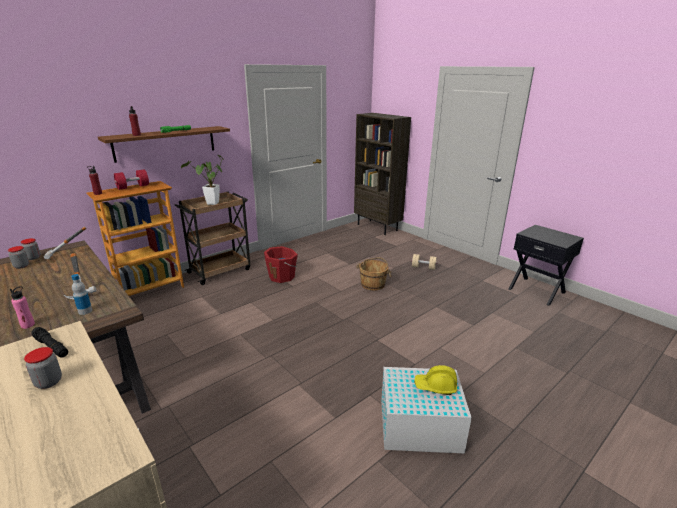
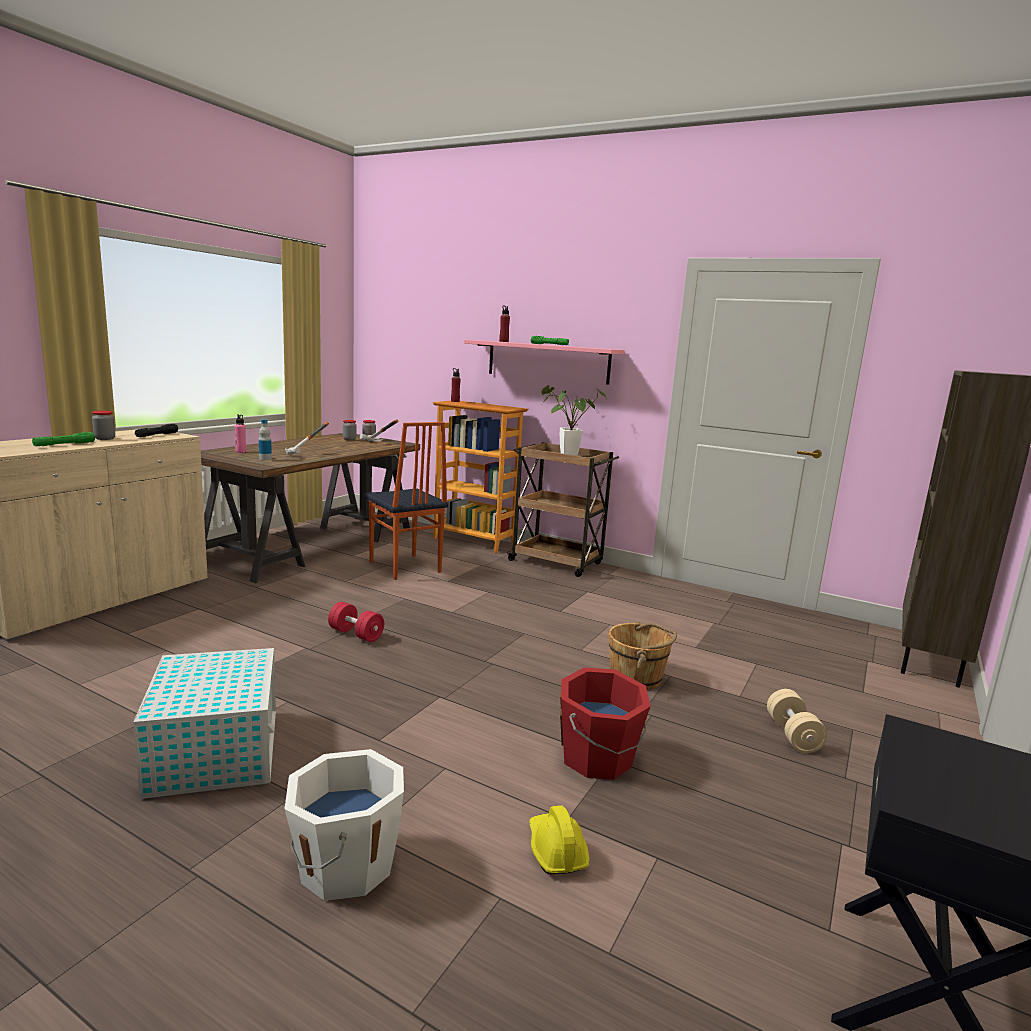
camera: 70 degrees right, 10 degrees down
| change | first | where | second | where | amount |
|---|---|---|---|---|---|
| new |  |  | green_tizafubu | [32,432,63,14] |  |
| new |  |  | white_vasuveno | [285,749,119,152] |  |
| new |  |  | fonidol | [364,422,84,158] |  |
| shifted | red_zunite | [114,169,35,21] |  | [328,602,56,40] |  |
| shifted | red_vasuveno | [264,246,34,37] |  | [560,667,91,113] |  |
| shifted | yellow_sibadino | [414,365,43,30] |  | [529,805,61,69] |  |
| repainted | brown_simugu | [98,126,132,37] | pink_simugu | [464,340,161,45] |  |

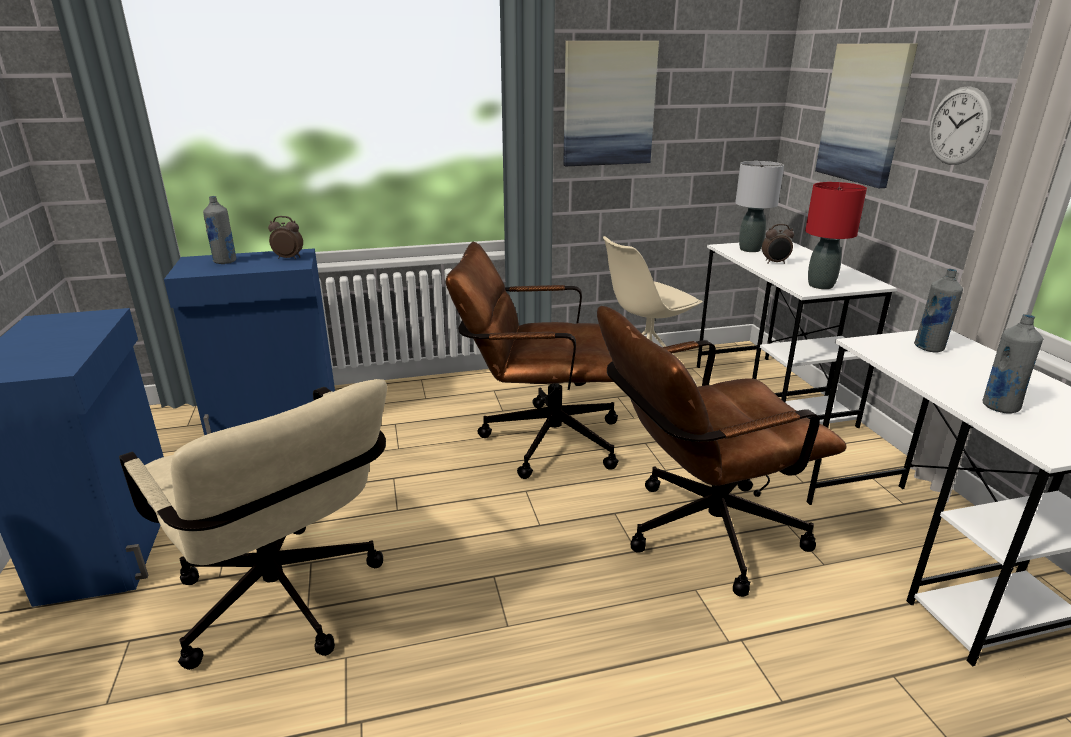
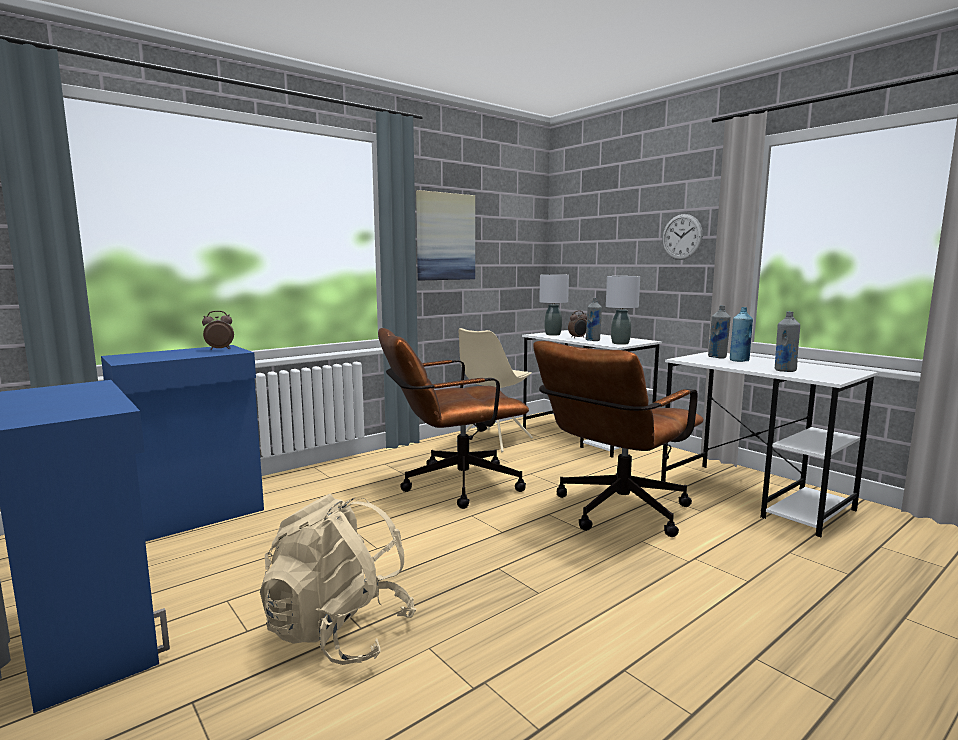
camera: 25 degrees left, 15 degrees down
| change | first | where | second | where | amount |
|---|---|---|---|---|---|
| gone | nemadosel | [815,43,103,145] |  |  |  |
| new |  |  | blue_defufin | [730,307,23,55] |  |
| shifted | grey_defufin | [203,196,33,68] |  | [586,298,16,43] |  |
| swapped | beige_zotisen | [119,379,268,291] | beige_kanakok | [260,494,156,171] |  |
| repainted | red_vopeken | [805,182,62,107] | grey_vopeken | [606,276,34,69] |  |

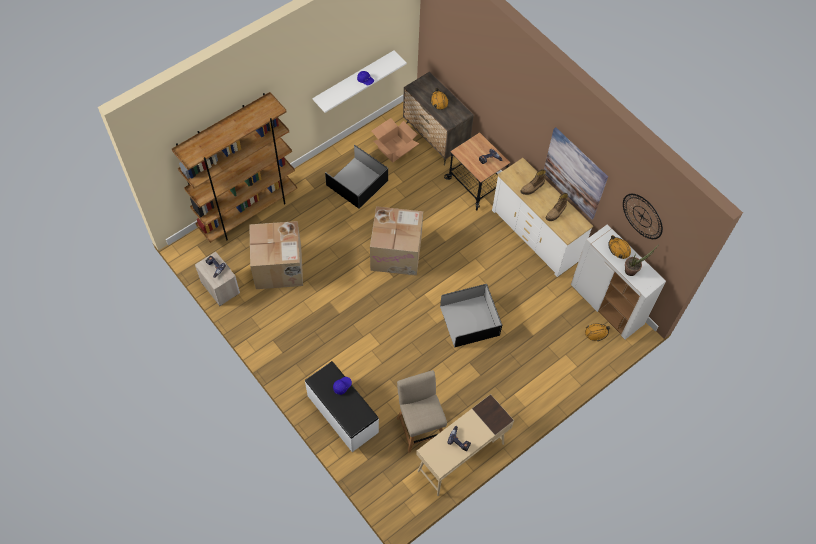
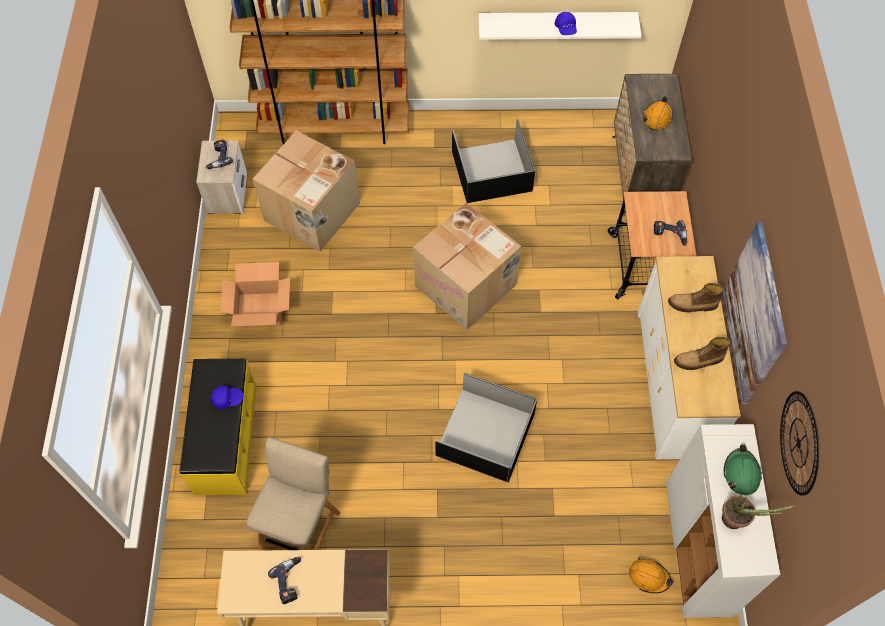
camera: 40 degrees right, 0 degrees up
| change | first | where | second | where | amount |
|---|---|---|---|---|---|
| shifted | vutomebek | [372,118,47,44] |  | [220,262,70,65] |  |
| repainted | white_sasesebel | [305,361,74,91] | yellow_sasesebel | [179,358,78,137] |  |
| repainted | orange_sibadino | [608,235,23,24] | green_sibadino | [724,444,38,51] |  |

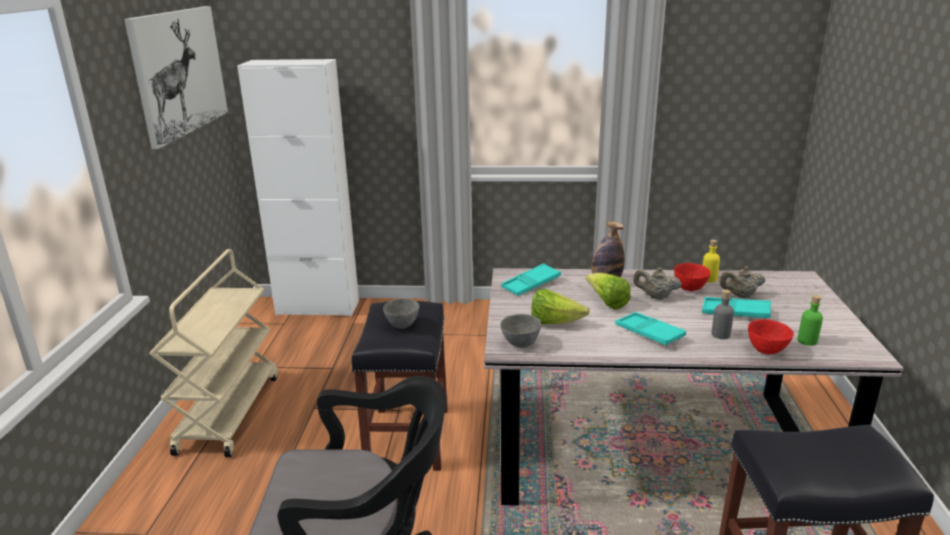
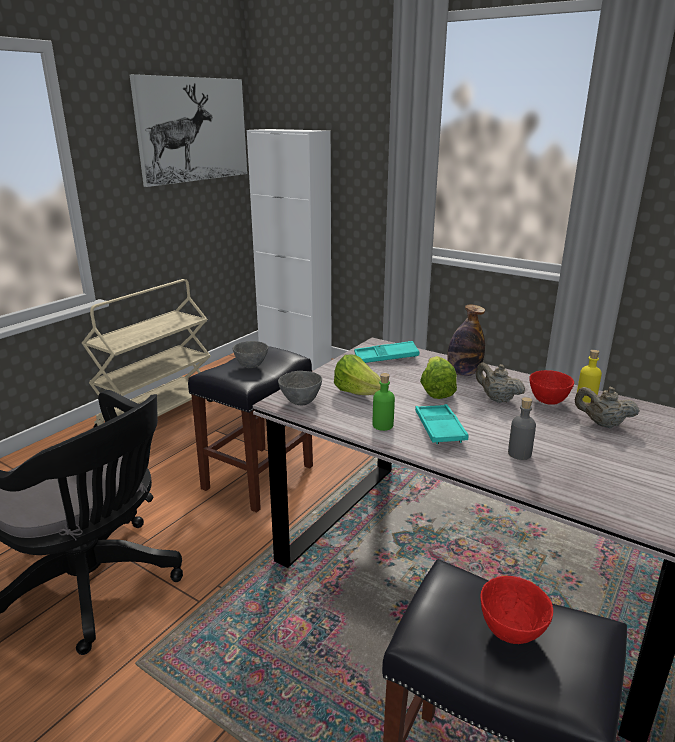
camera: 30 degrees right, 0 degrees up
| change | first | where | second | where | amount |
|---|---|---|---|---|---|
| gone | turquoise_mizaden | [702,297,69,22] |  |  |  |
| shifted | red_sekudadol | [748,319,46,35] |  | [480,576,73,68] |  |
| shifted | green_defufin | [797,295,26,51] |  | [373,373,22,58] |  |

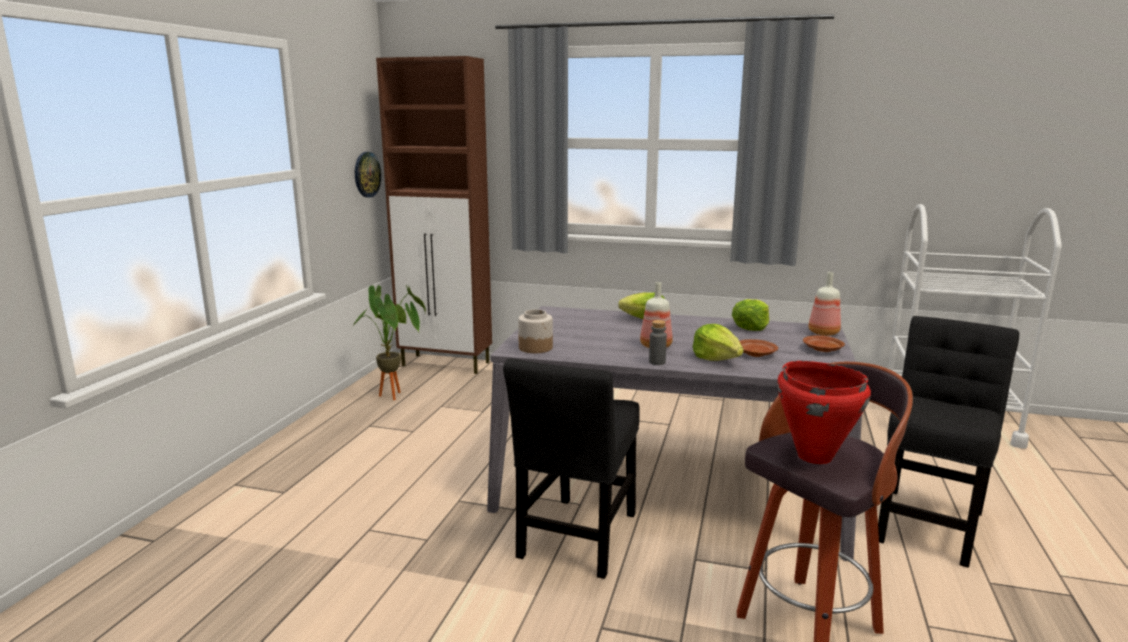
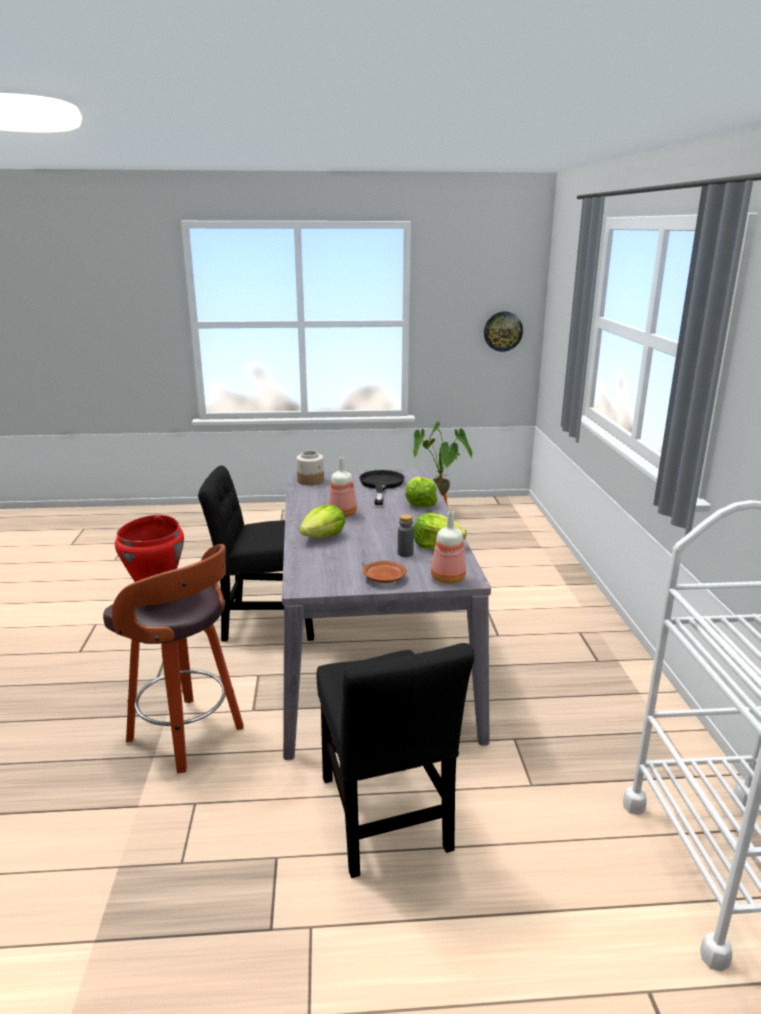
camera: 70 degrees right, 5 degrees up
| change | first | where | second | where | amount |
|---|---|---|---|---|---|
| gone | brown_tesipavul | [376,56,116,318] |  |  |  |
| gone | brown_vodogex | [739,339,39,18] |  |  |  |
| new |  |  | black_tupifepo | [359,470,46,35] |  |
| shifted | grey_defufin | [649,320,18,45] |  | [398,514,16,43] |  |
| rotated | black_fonidol | [878,316,141,252] |  | [316,643,158,235] | 60 degrees clockwise |

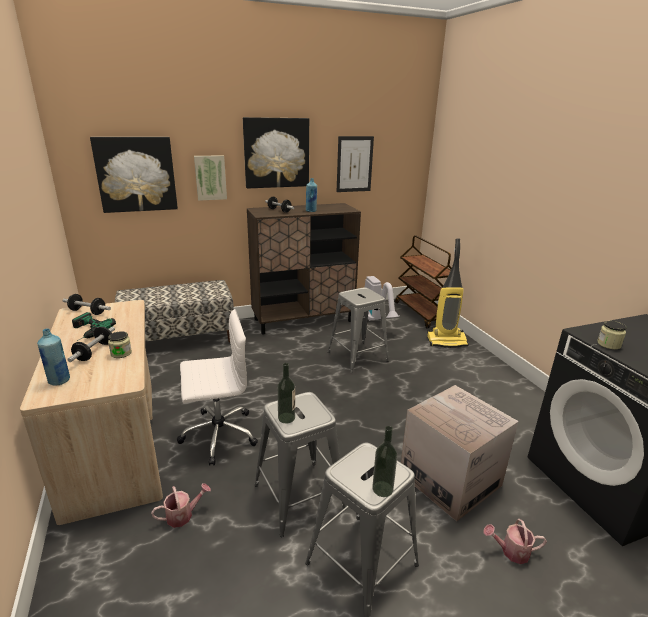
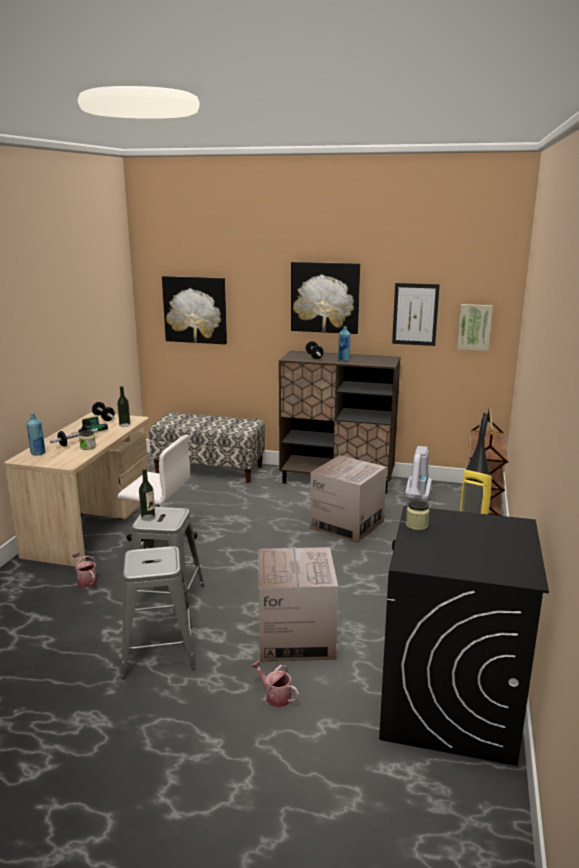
camera: 35 degrees right, 5 degrees down
| change | first | where | second | where | amount |
|---|---|---|---|---|---|
| shifted | nemadosel | [194,155,33,46] |  | [457,304,36,47] |  |
| shifted | defufin | [372,426,25,71] |  | [117,386,13,41] |  |
| swapped | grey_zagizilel | [328,287,61,86] | vutomebek | [310,455,77,88] |  |
| rotated | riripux | [151,483,60,45] |  | [72,552,25,35] | 135 degrees counterclockwise |

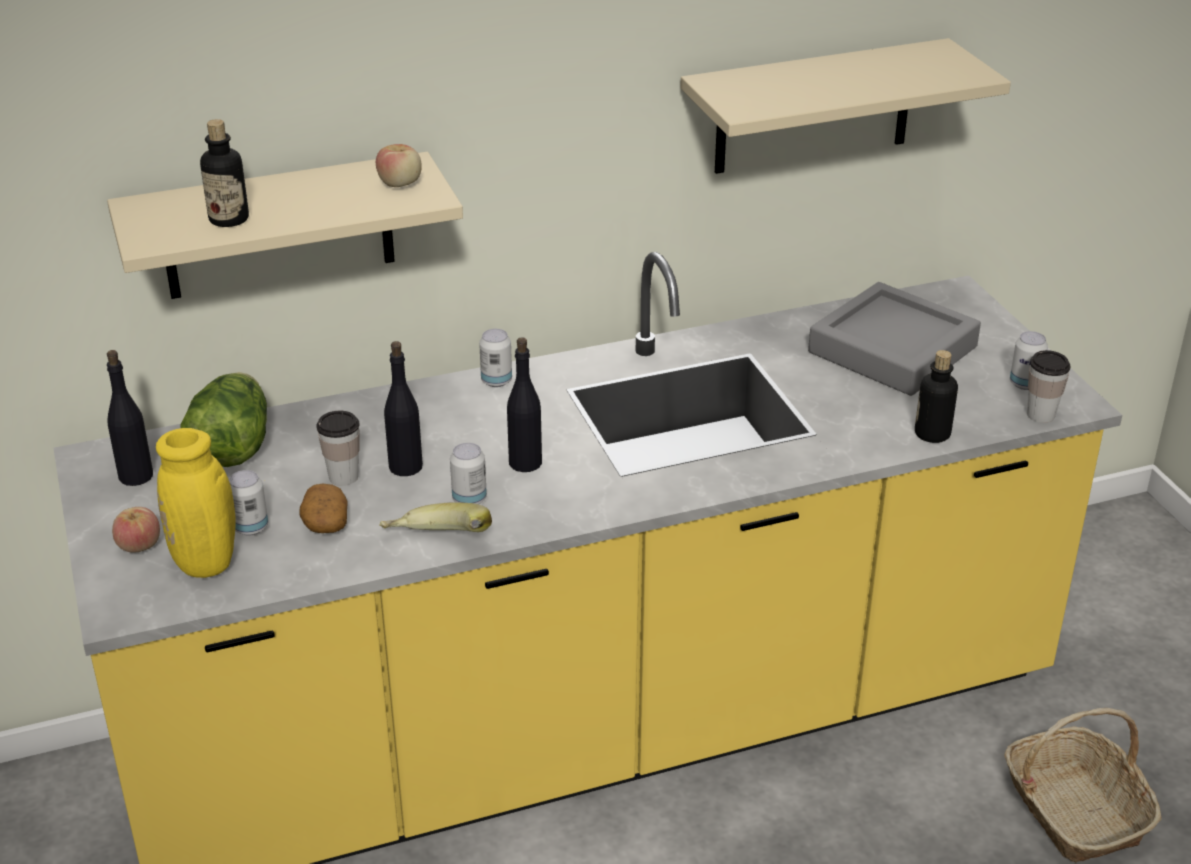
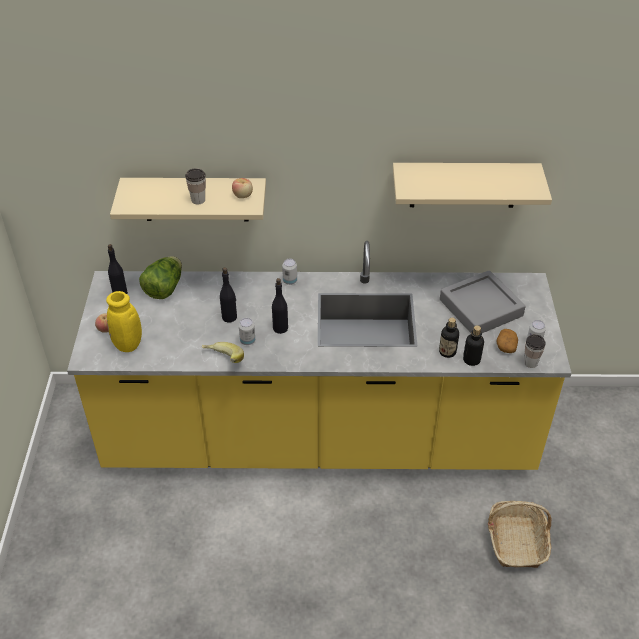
camera: 20 degrees right, 10 degrees up
| change | first | where | second | where | amount |
|---|---|---|---|---|---|
| gone | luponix | [229,470,39,66] |  |  |  |
| shifted | defufin | [200,119,49,108] |  | [439,318,20,40] |  |
| shifted | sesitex | [300,484,48,49] |  | [496,329,22,24] |  |
| shifted | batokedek | [316,411,44,75] |  | [185,169,21,36] |  |

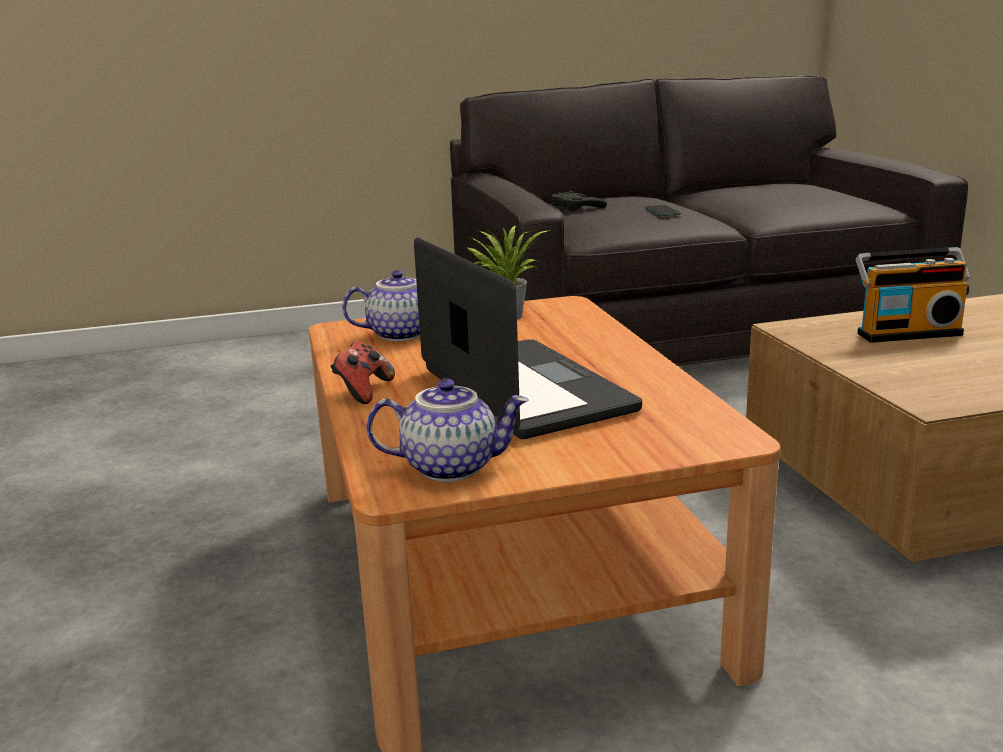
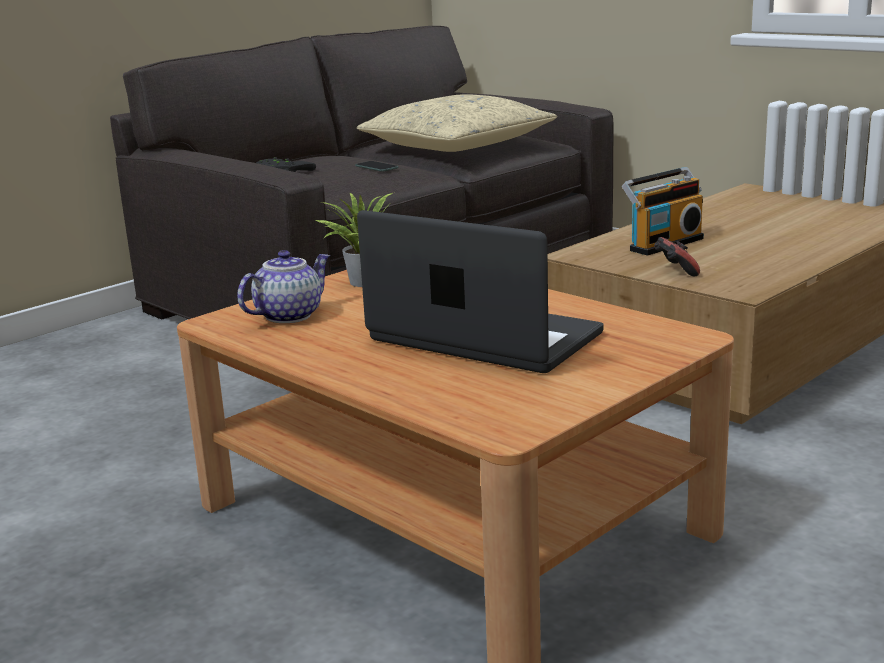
camera: 30 degrees left, 0 degrees up
| change | first | where | second | where | amount |
|---|---|---|---|---|---|
| gone | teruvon | [366,378,163,104] |  |  |  |
| new |  |  | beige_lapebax | [357,94,200,58] |  |
| shifted | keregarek | [331,341,64,63] |  | [654,237,46,40] |  |

